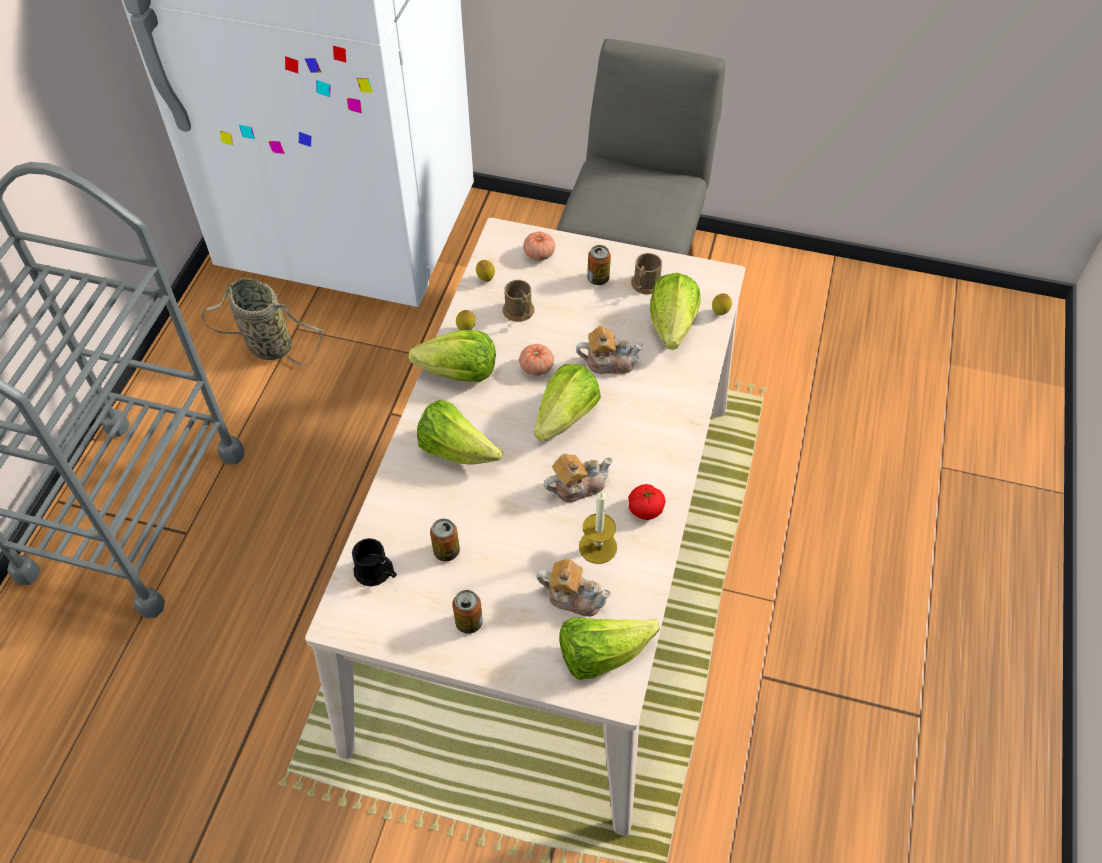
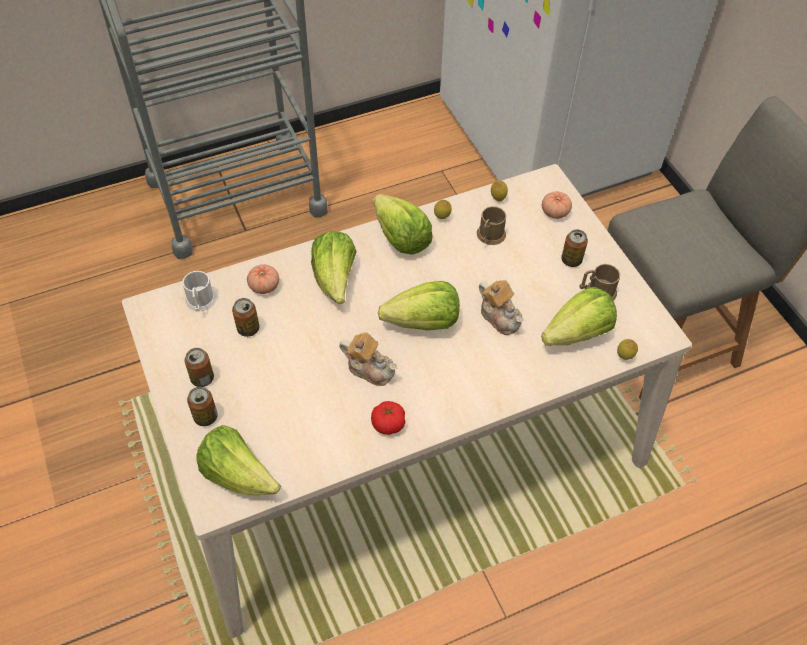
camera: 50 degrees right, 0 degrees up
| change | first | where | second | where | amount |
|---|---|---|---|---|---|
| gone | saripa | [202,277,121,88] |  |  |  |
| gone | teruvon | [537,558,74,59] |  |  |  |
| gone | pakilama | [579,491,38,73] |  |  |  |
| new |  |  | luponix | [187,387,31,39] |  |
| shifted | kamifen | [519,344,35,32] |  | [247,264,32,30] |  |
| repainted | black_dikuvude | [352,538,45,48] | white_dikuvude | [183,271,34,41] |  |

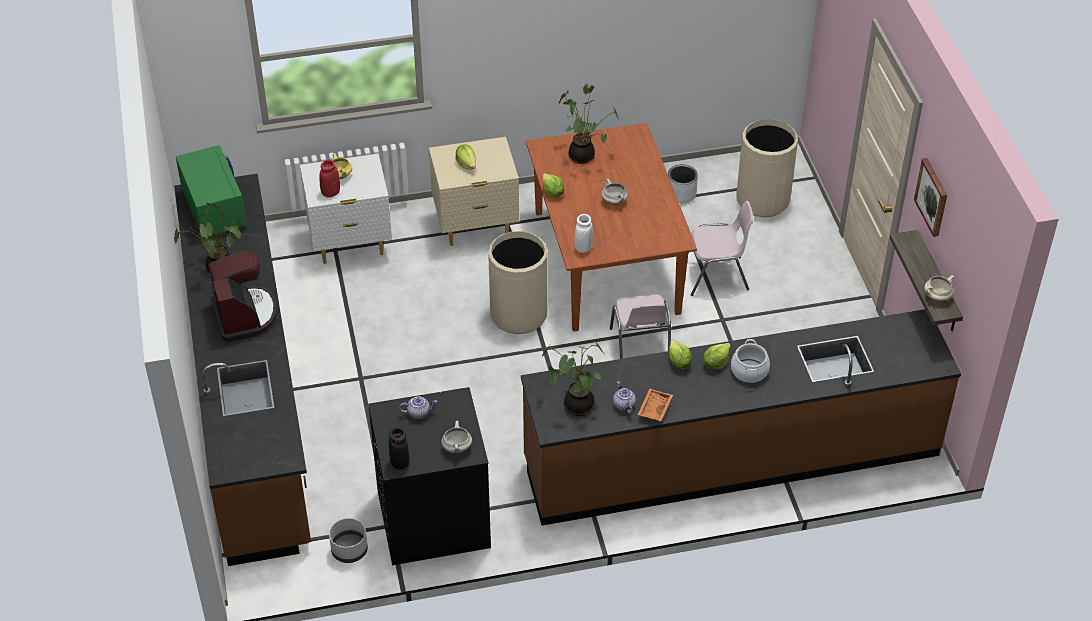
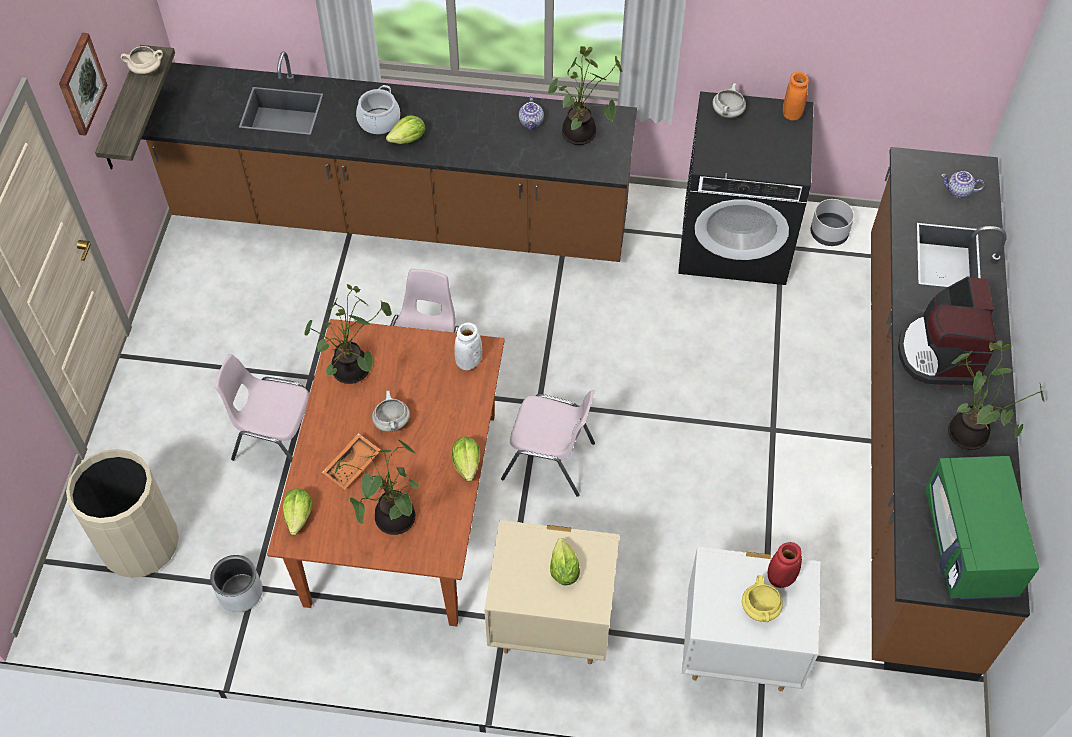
camera: 160 degrees left, 10 degrees up
| change | first | where | second | where | amount |
|---|---|---|---|---|---|
| new |  |  | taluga | [304,284,88,100] |  |
| shifted | teruvon | [399,396,38,23] |  | [941,171,43,27] |  |
| shifted | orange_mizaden | [637,388,36,33] |  | [322,433,59,57] |  |
| shifted | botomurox | [669,340,23,29] |  | [283,488,30,47] |  |
| swapped | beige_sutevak | [488,231,60,103] | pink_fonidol | [501,390,94,107] |  |
| repainted | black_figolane | [389,427,21,43] | orange_figolane | [783,72,26,48] |  |

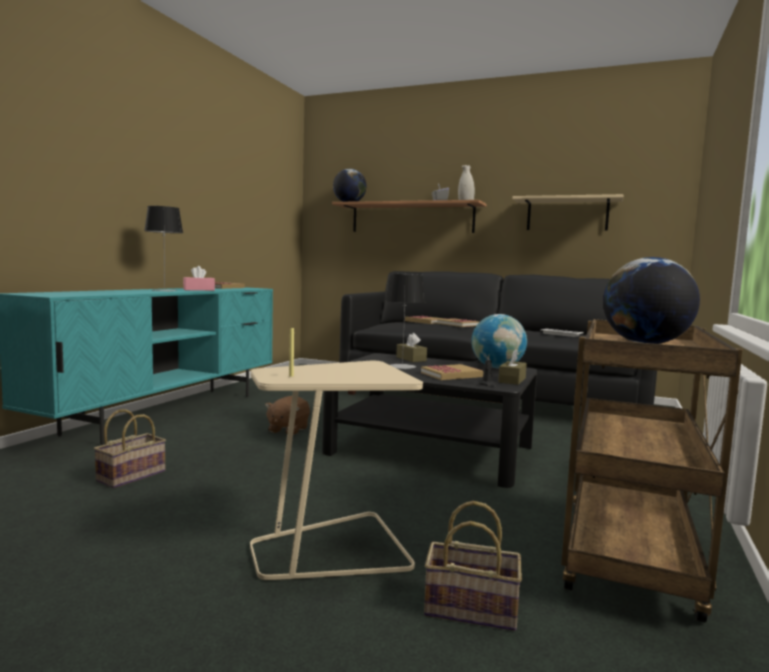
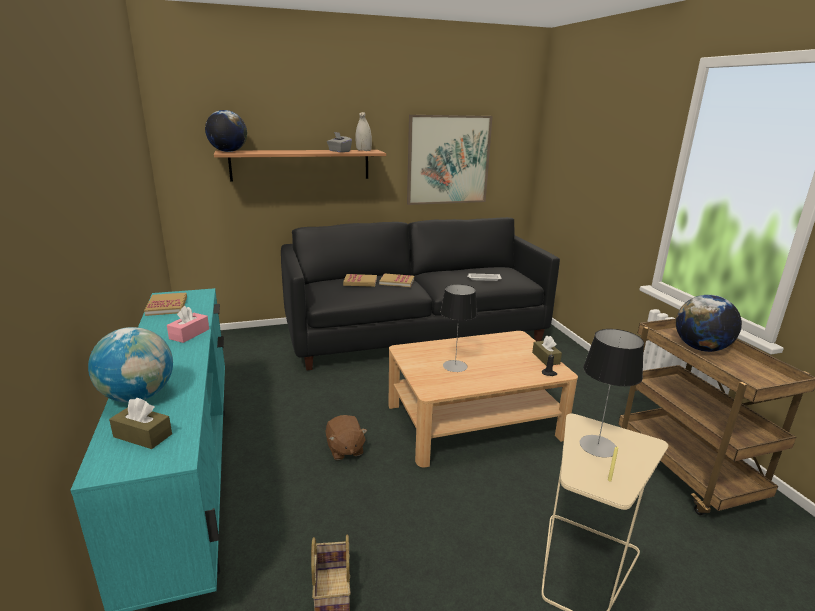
camera: 40 degrees left, 15 degrees up
| change | first | where | second | where | amount |
|---|---|---|---|---|---|
| gone | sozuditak | [421,364,62,16] |  |  |  |
| gone | saripa | [424,501,98,130] |  |  |  |
| shifted | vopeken | [144,206,39,86] |  | [580,329,64,129] |  |
| shifted | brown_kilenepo | [396,333,31,29] |  | [109,398,63,51] |  |
| shifted | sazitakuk | [471,314,56,55] |  | [88,327,85,76] |  |
| swapped | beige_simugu | [512,194,112,37] | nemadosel | [407,115,86,90] |  |
| repainted | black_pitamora | [322,353,215,135] | beige_pitamora | [388,331,190,136] |  |

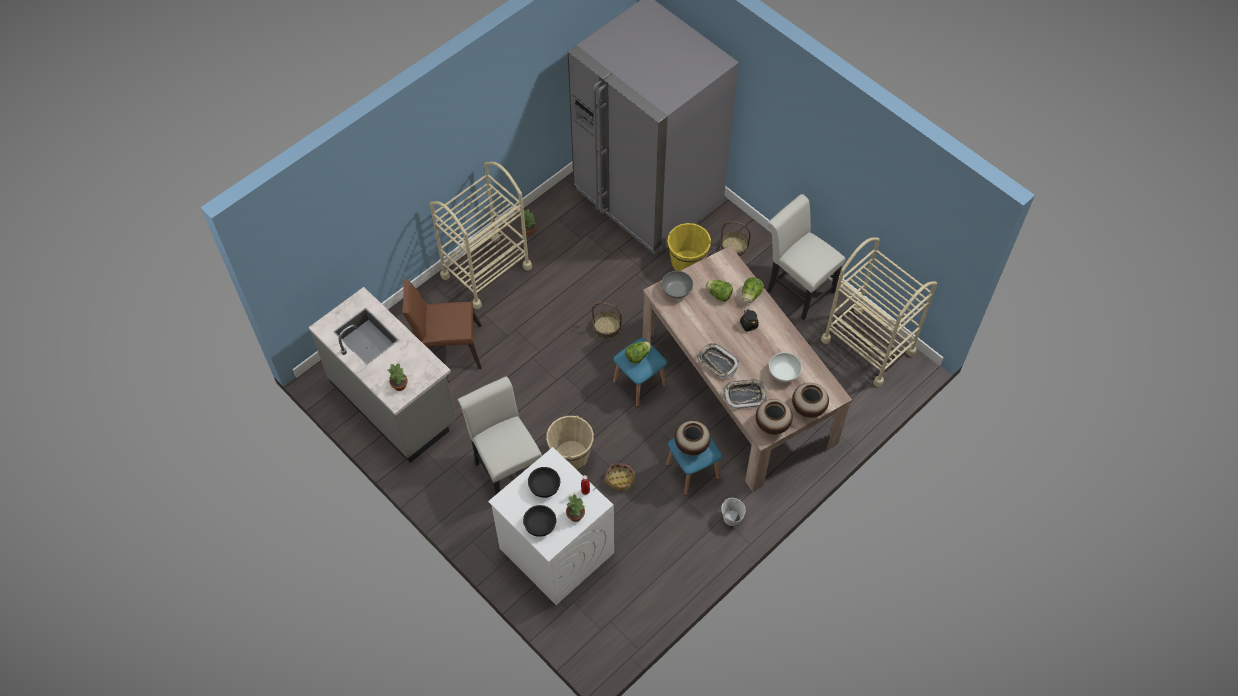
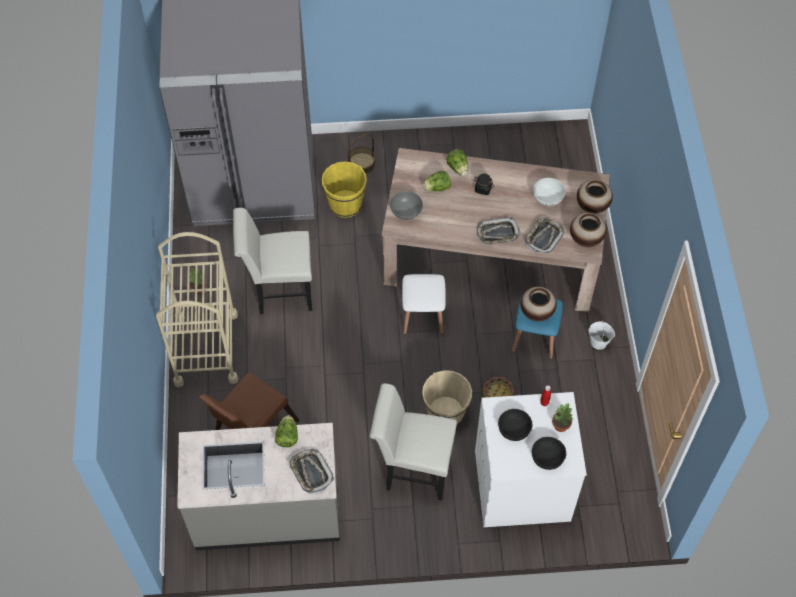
camera: 50 degrees left, 0 degrees up
| change | first | where | second | where | amount |
|---|---|---|---|---|---|
| gone | saripa | [592,303,30,36] |  |  |  |
| gone | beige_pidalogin | [821,237,116,150] |  |  |  |
| shifted | botomurox | [625,341,26,23] |  | [275,415,23,32] |  |
| shifted | white_fonidol | [767,194,78,126] |  | [233,208,79,106] |  |
| swapped | taluga | [388,363,20,28] | mizaden | [288,448,46,46] |  |
| repainted | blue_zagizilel | [613,338,54,69] | white_zagizilel | [402,274,44,60] |  |

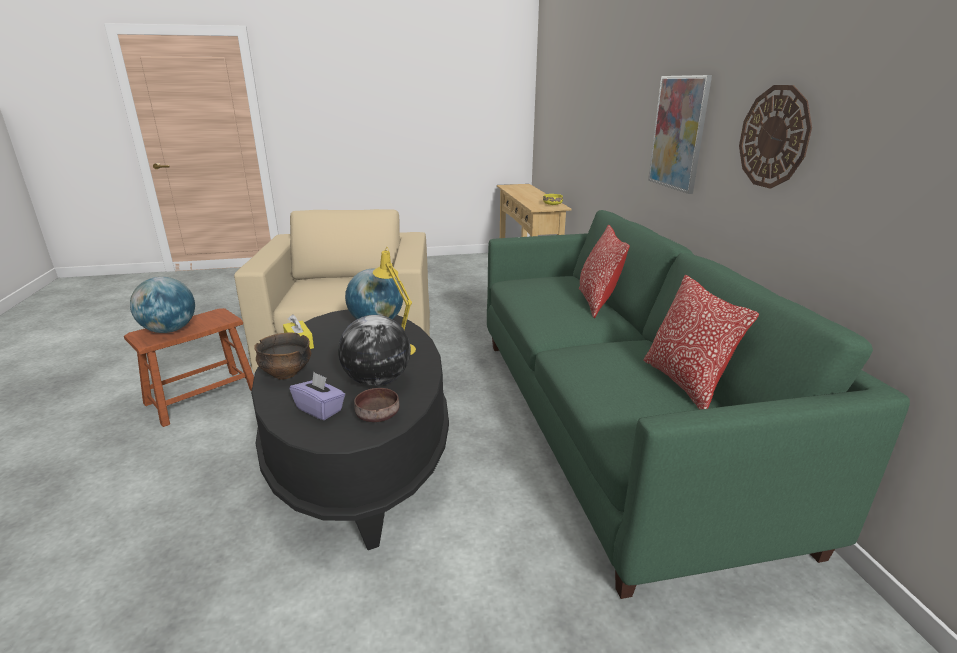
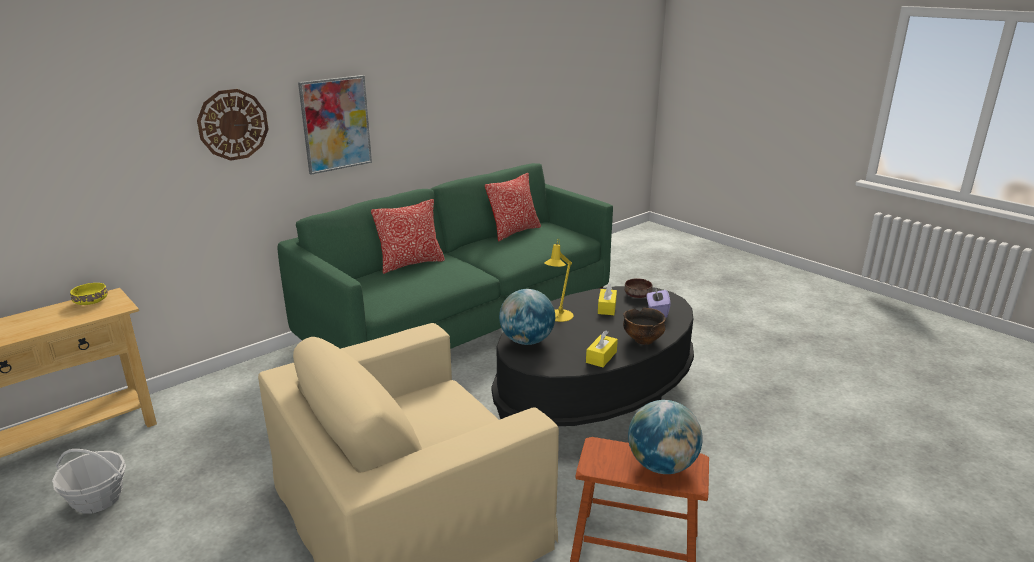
camera: 120 degrees left, 0 degrees up
| change | first | where | second | where | amount |
|---|---|---|---|---|---|
| new |  |  | saripa | [52,449,74,65] |  |
| shifted | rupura | [739,85,73,103] |  | [197,89,72,72] |  |
| swapped | sazitakuk | [338,315,73,71] | yellow_kilenepo | [598,284,19,31] |  |

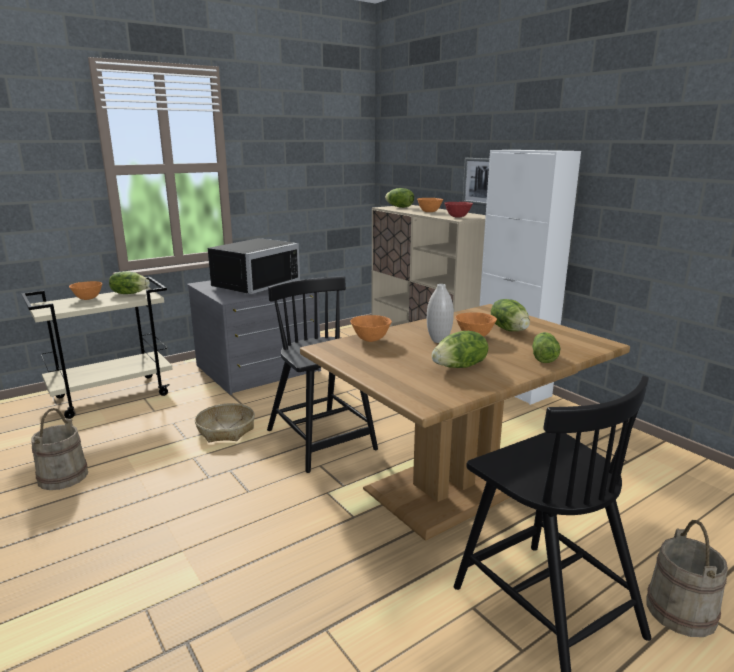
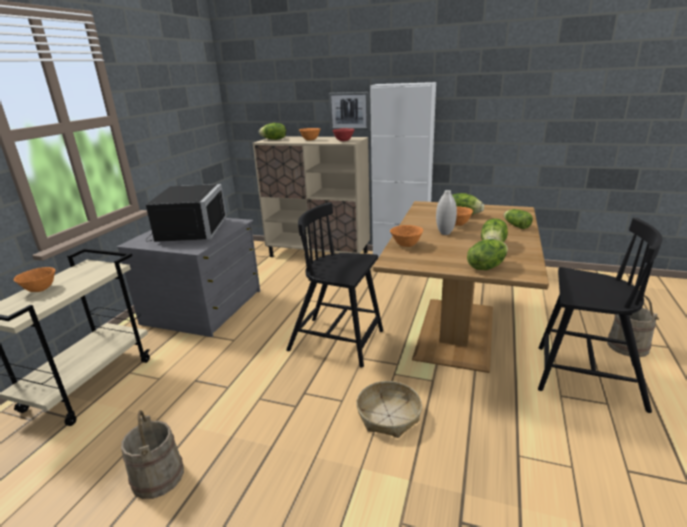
camera: 35 degrees left, 5 degrees up
| change | first | where | second | where | amount |
|---|---|---|---|---|---|
| shifted | botomurox | [109,271,41,23] |  | [467,239,41,31] |  |
| shifted | saripa | [195,403,60,39] |  | [356,381,66,57] |  |

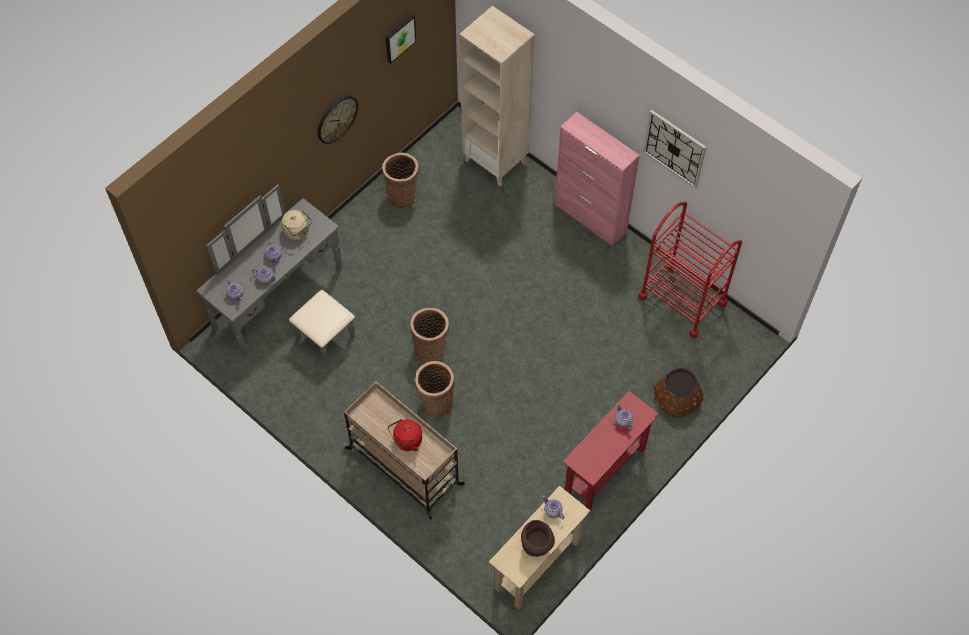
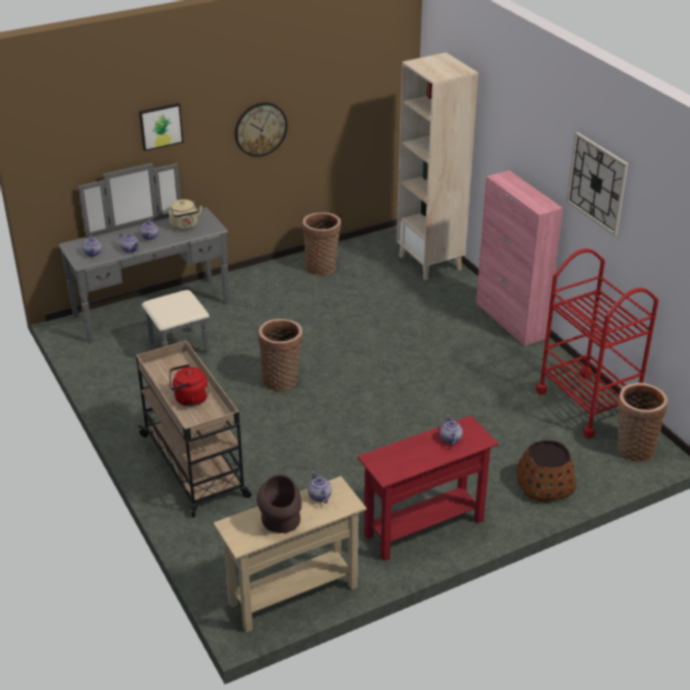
camera: 20 degrees right, 25 degrees down
| change | first | where | second | where | amount |
|---|---|---|---|---|---|
| shifted | nemadosel | [385,15,31,49] |  | [139,103,45,48] |  |
| shifted | saripa | [415,361,40,56] |  | [617,383,51,79] |  |

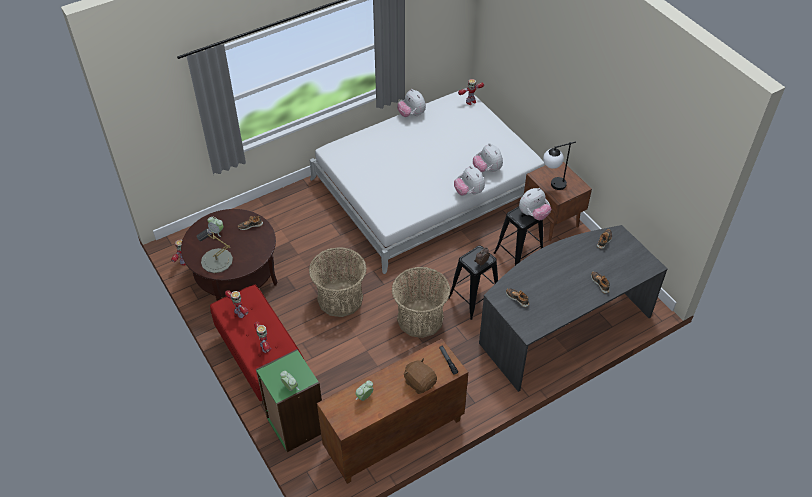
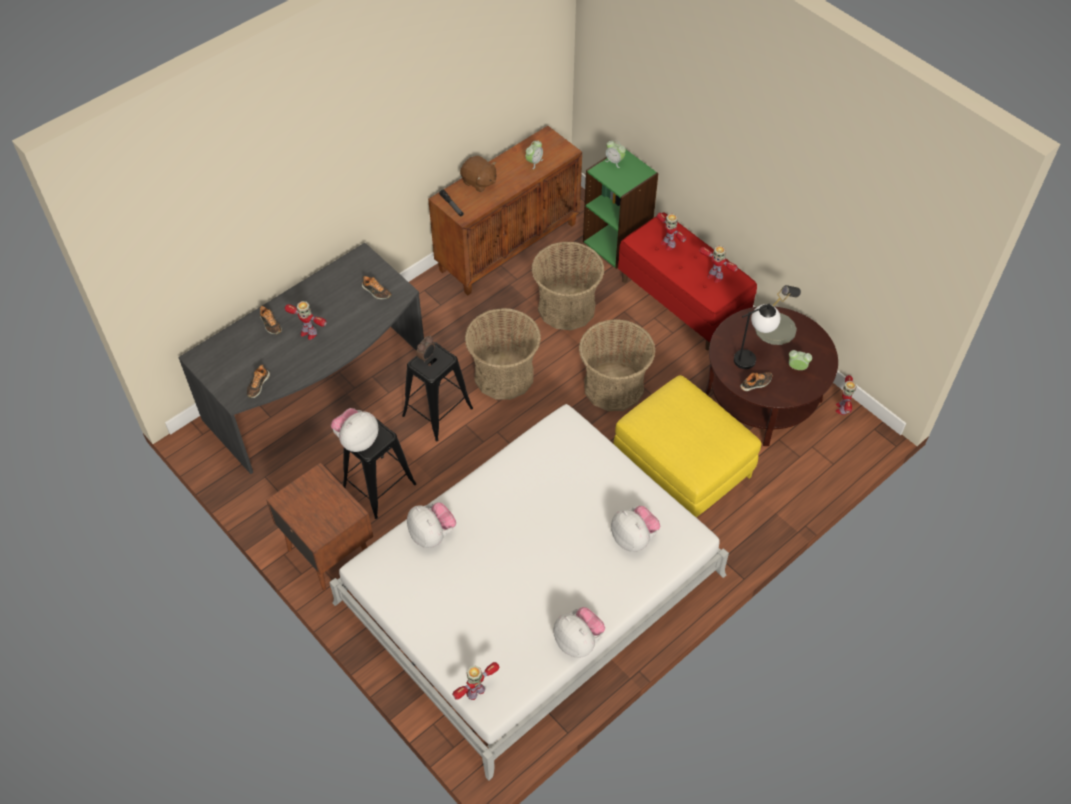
camera: 170 degrees right, 5 degrees up
| change | first | where | second | where | amount |
|---|---|---|---|---|---|
| new |  |  | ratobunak | [285,301,42,39] |  |
| new |  |  | saripa | [532,241,73,89] |  |
| new |  |  | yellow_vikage | [614,375,147,142] |  |
| shifted | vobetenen | [454,166,31,30] |  | [611,506,49,46] |  |
| shifted | vopeken | [543,142,33,48] |  | [734,303,46,66] |  |

